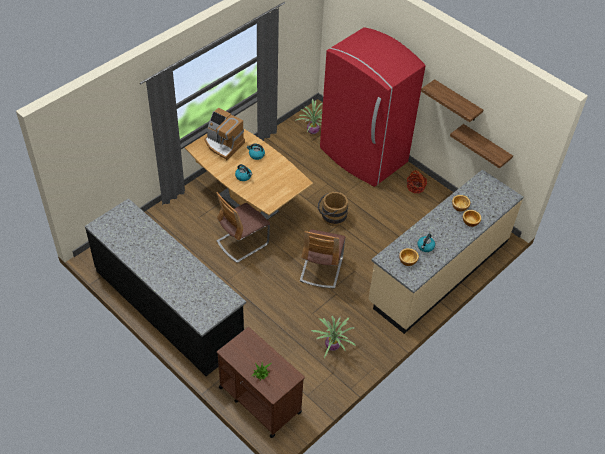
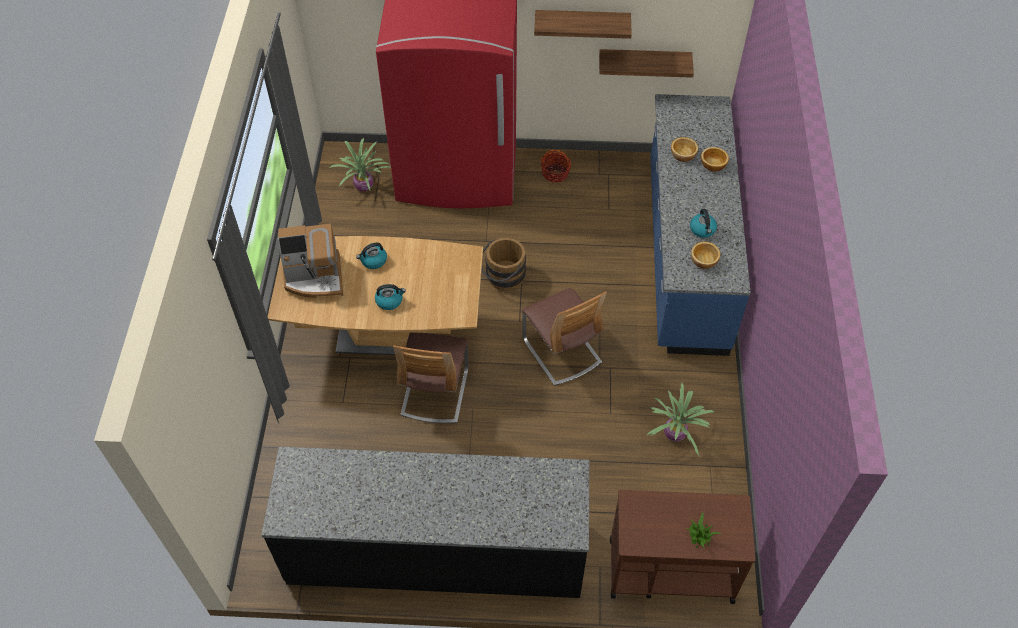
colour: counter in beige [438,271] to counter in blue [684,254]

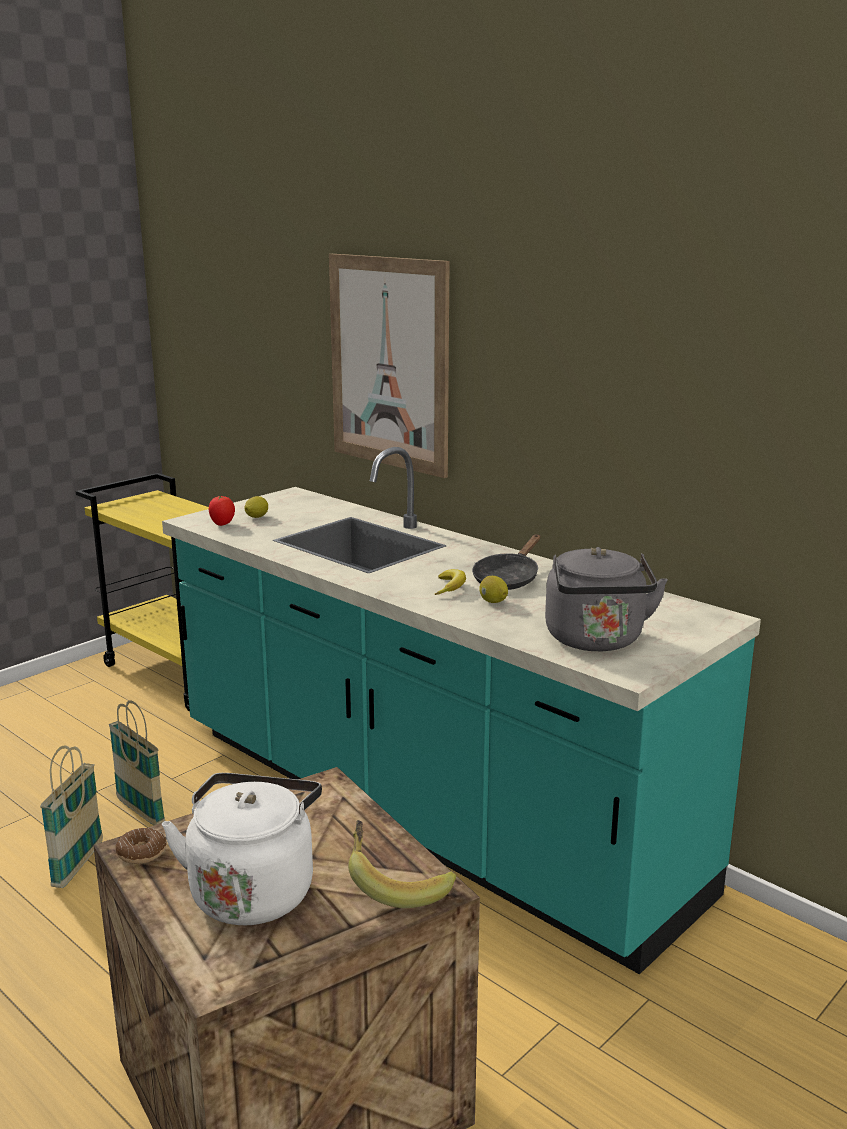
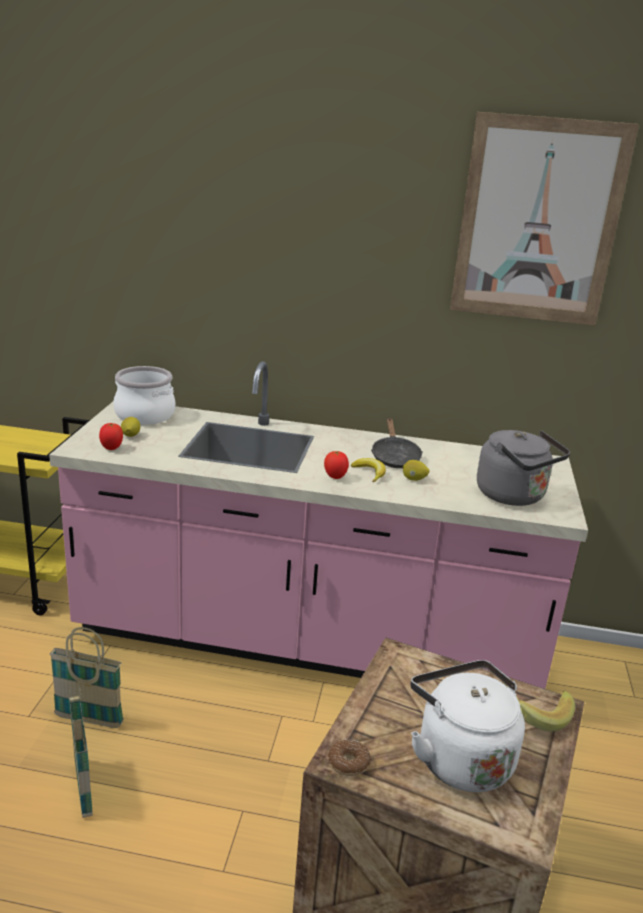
appeared: cooking pot [145,415]; tomato [335,477]
relocated: picture [389,363] to [538,222]
colour: counter in turquoise [423,812] to counter in pink [307,642]

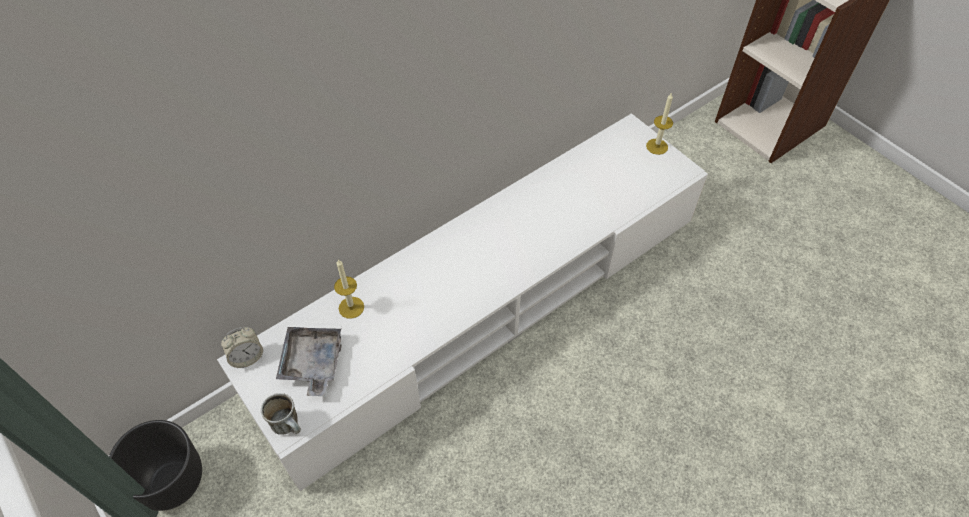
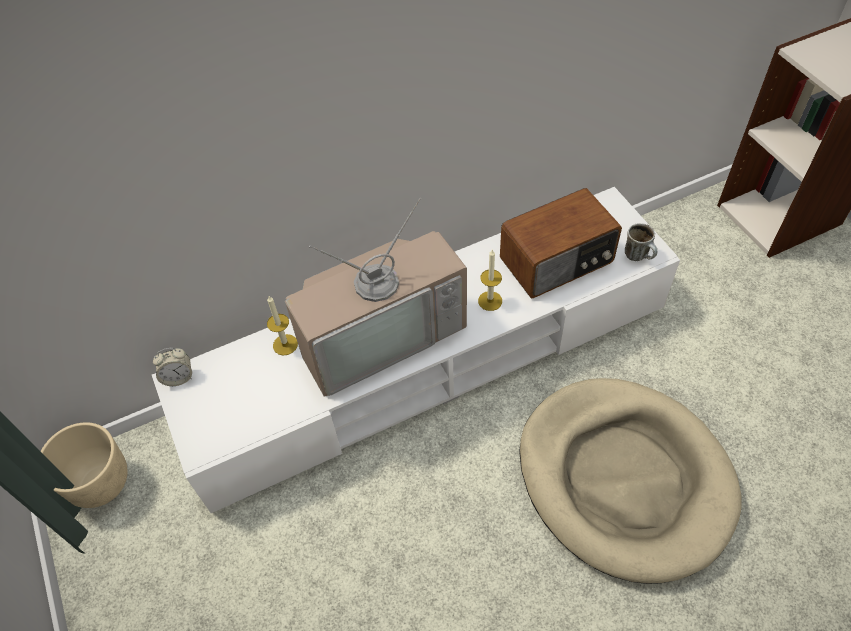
missing: tray in grey [312,363]
appeared: television [381,333]; radio [558,262]; dog bed in beige [624,478]
relocated: candle [657,146] to [490,301]; mug [290,426] to [639,256]
colour: planter in black [172,481] to planter in beige [100,483]

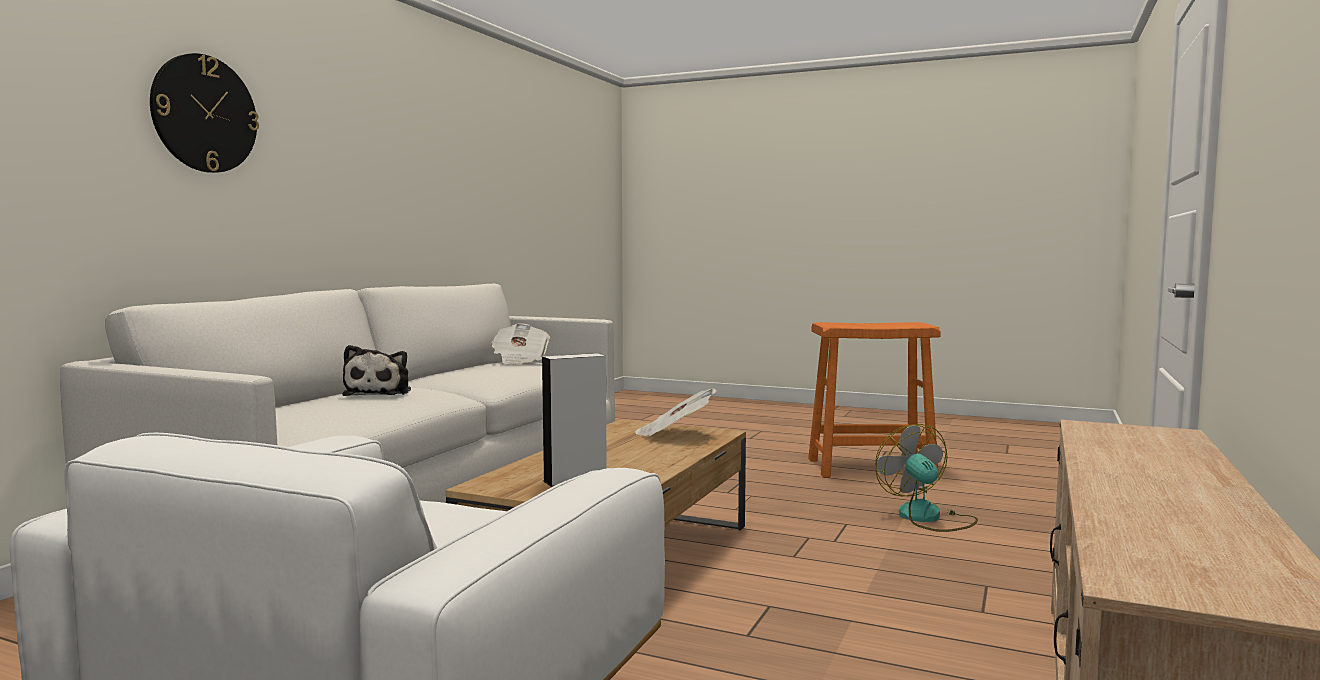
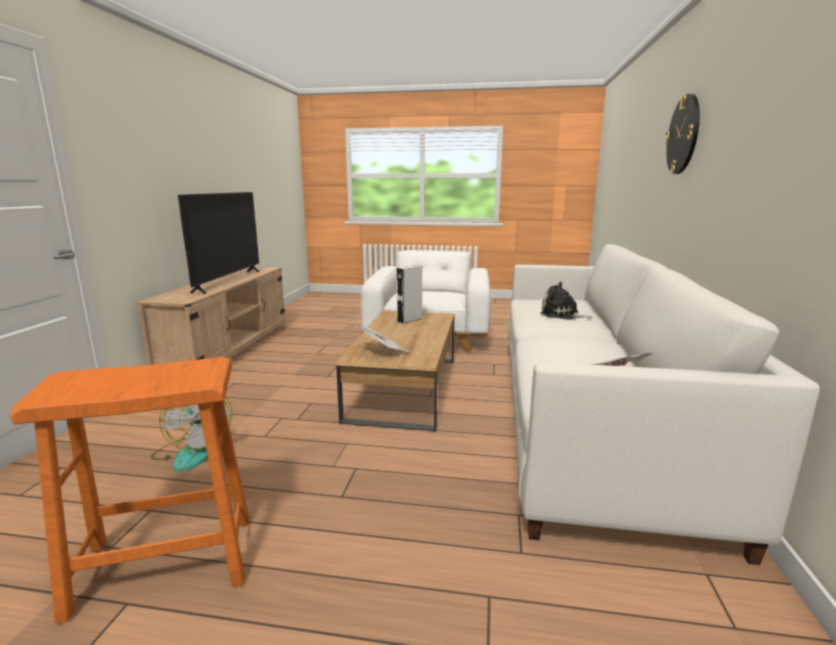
appeared: television [228,281]
spun: plush toy [380,393] = [562,314] 45 degrees counterclockwise

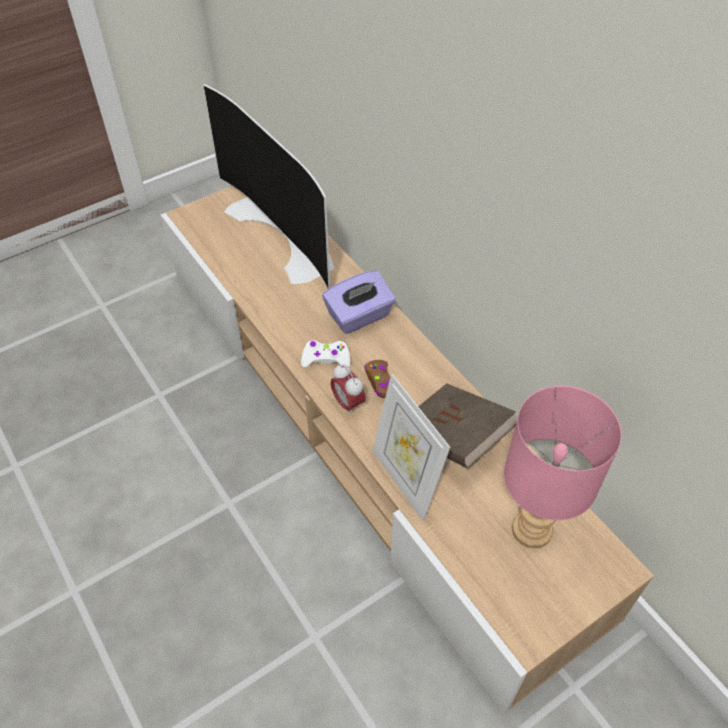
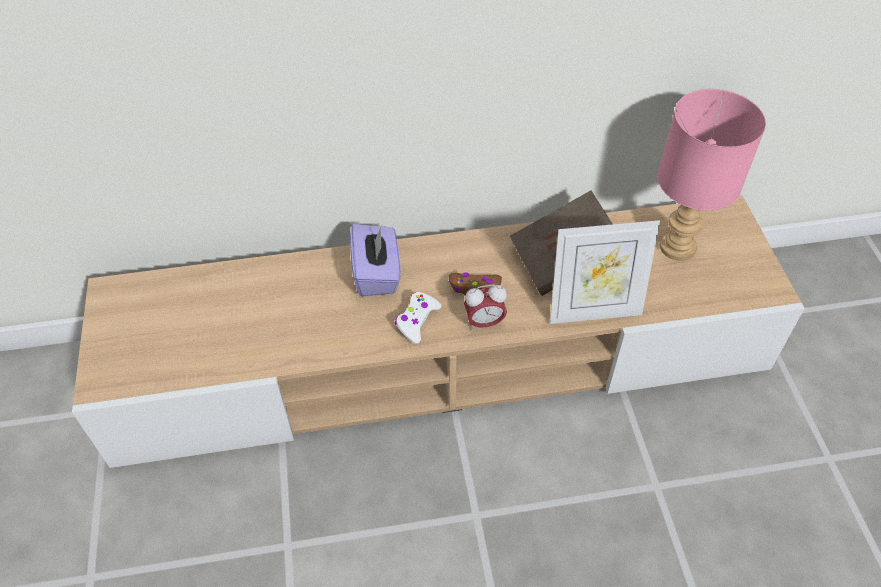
missing: television [284,234]

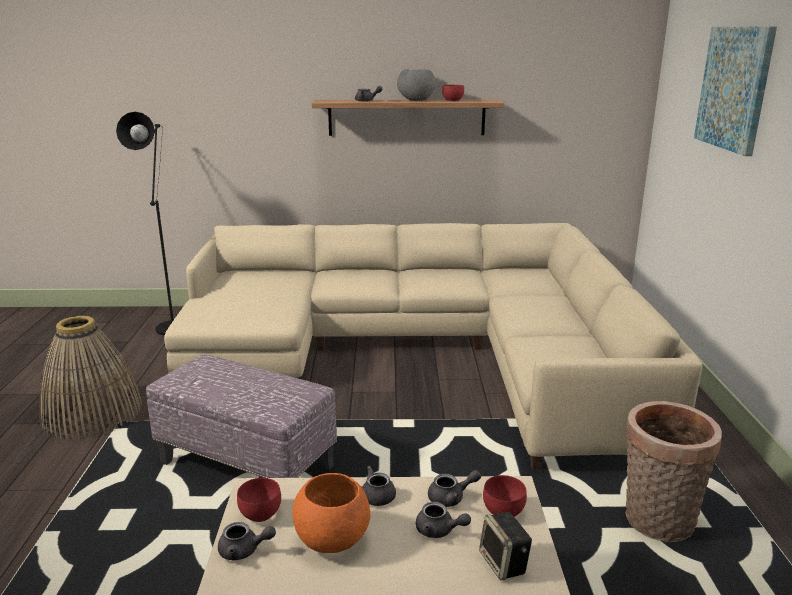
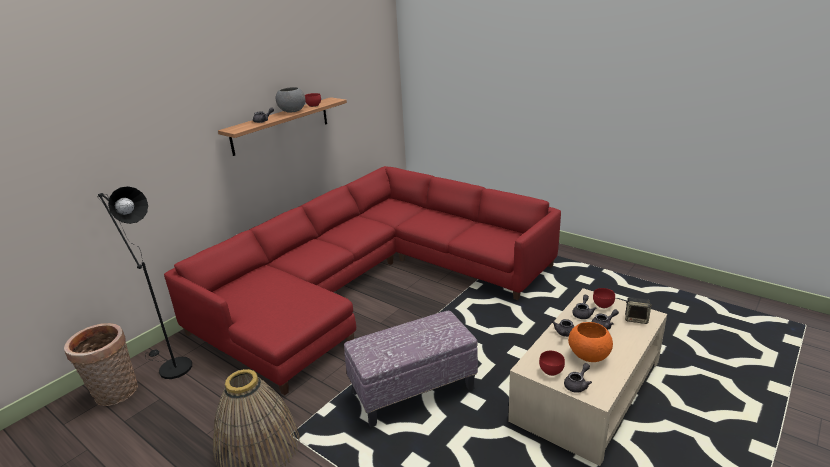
missing: picture [734,88]
relocated: basket [657,523] to [115,394]
colour: sofa in beige [424,352] to sofa in red [371,281]

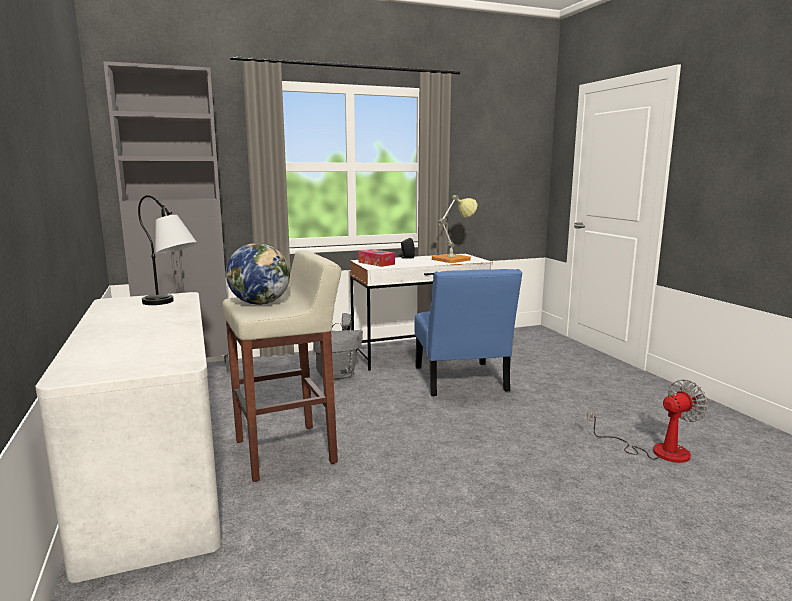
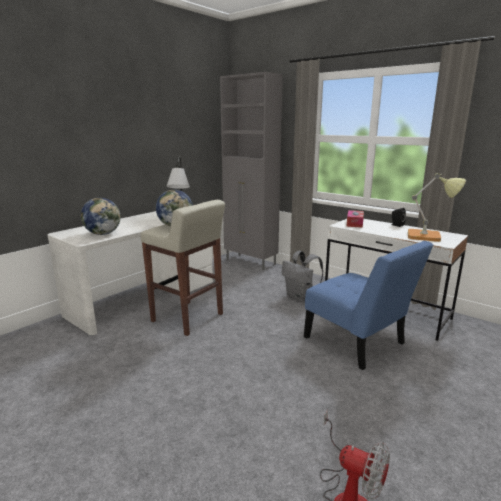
appeared: globe [103,234]
spun: chair in blue [461,381] = [358,343] 90 degrees counterclockwise

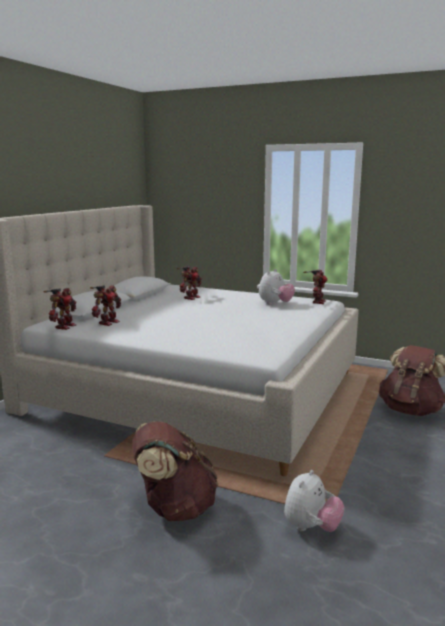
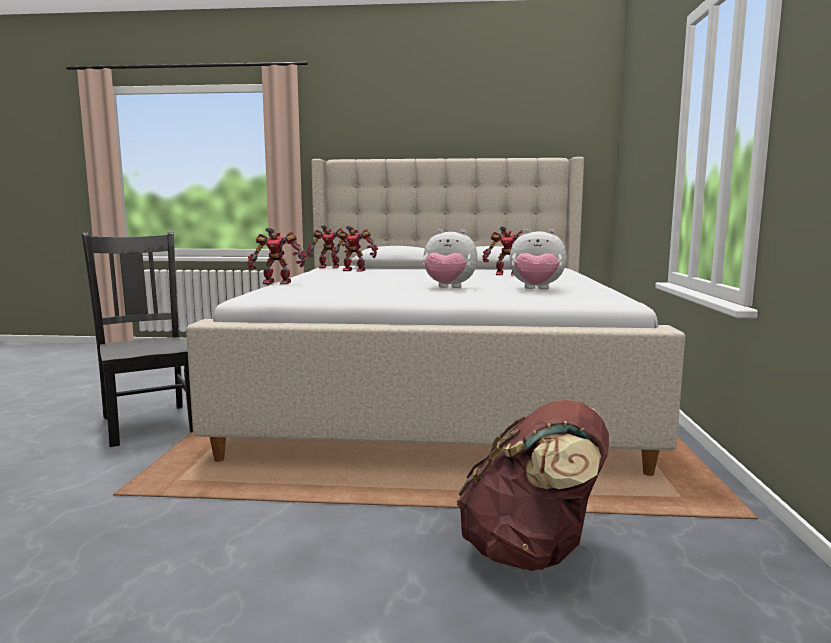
relocated: toy robot [317,302] to [277,283]; plush toy [311,527] to [448,288]
exchanged: backpack in brown [174,508] to chair in black [149,423]

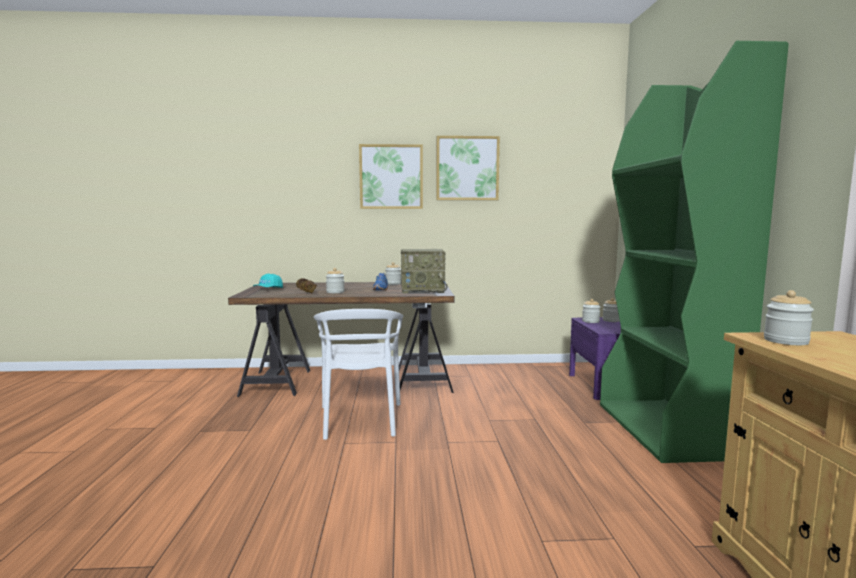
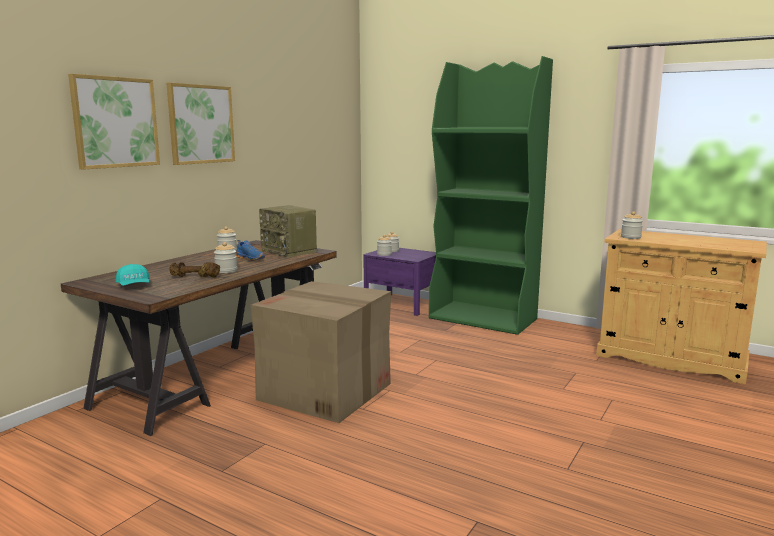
relocated: picture [467,168] to [115,122]
exchanged: chair in white [360,420] to cardboard box [326,392]
spun: radio [423,290] = [290,251] 105 degrees clockwise

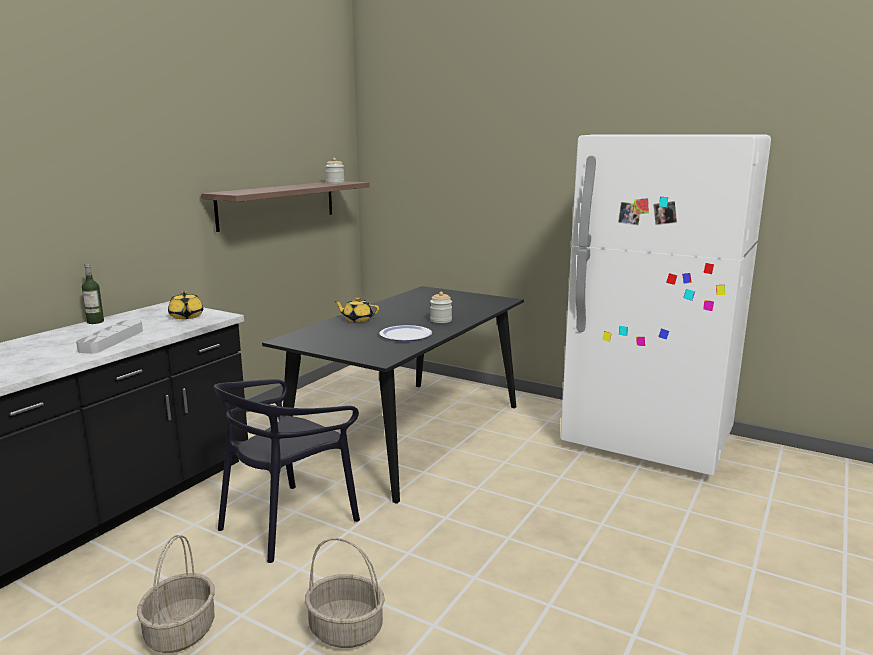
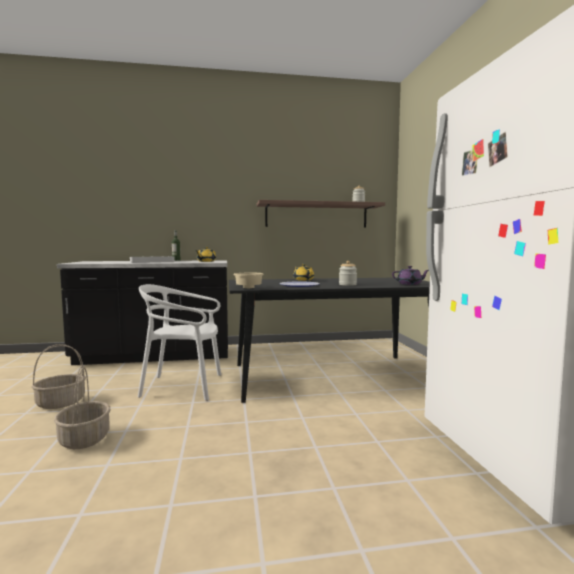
appeared: bowl in beige [248,288]; teapot in purple [410,284]
colour: chair in black [288,522] to chair in white [183,386]

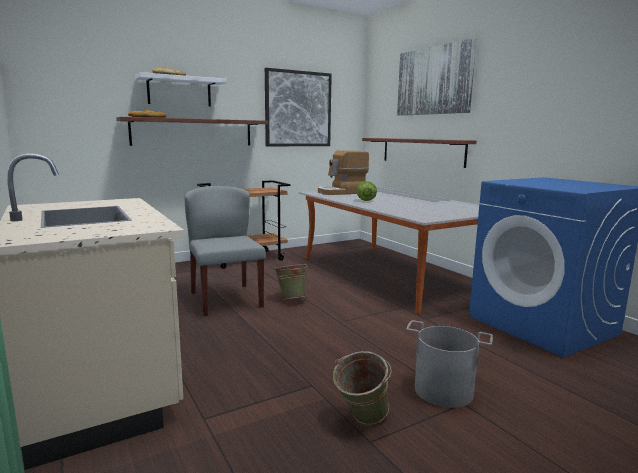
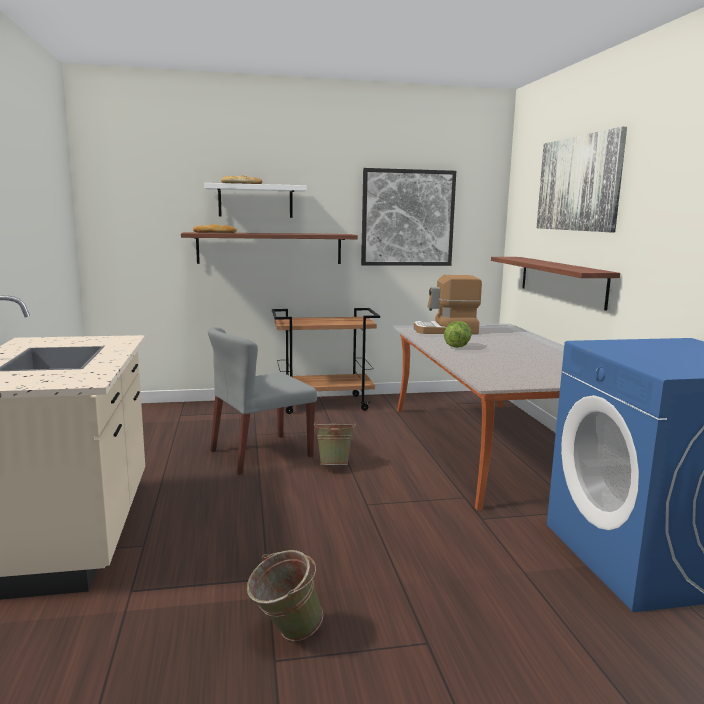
missing: bucket in grey [443,391]
spun: chair in grey [225,299] = [260,454] 120 degrees counterclockwise

